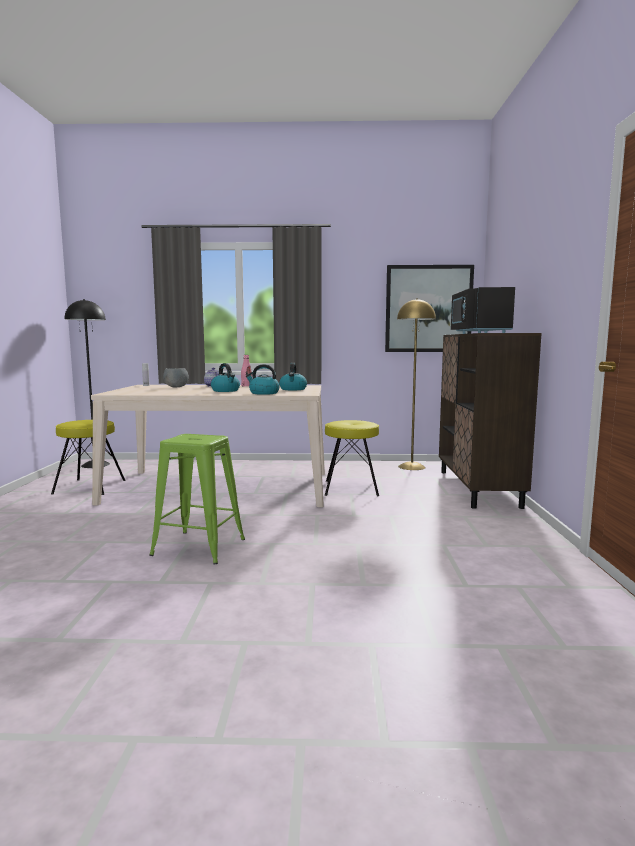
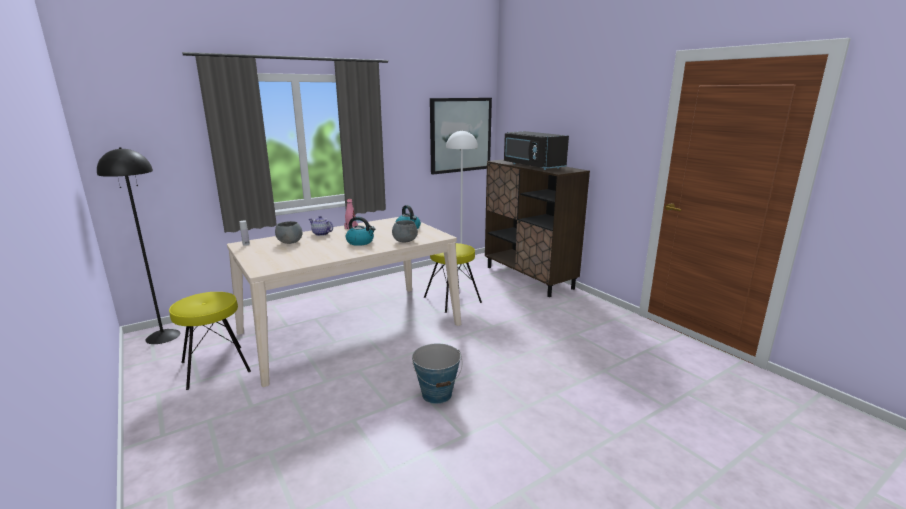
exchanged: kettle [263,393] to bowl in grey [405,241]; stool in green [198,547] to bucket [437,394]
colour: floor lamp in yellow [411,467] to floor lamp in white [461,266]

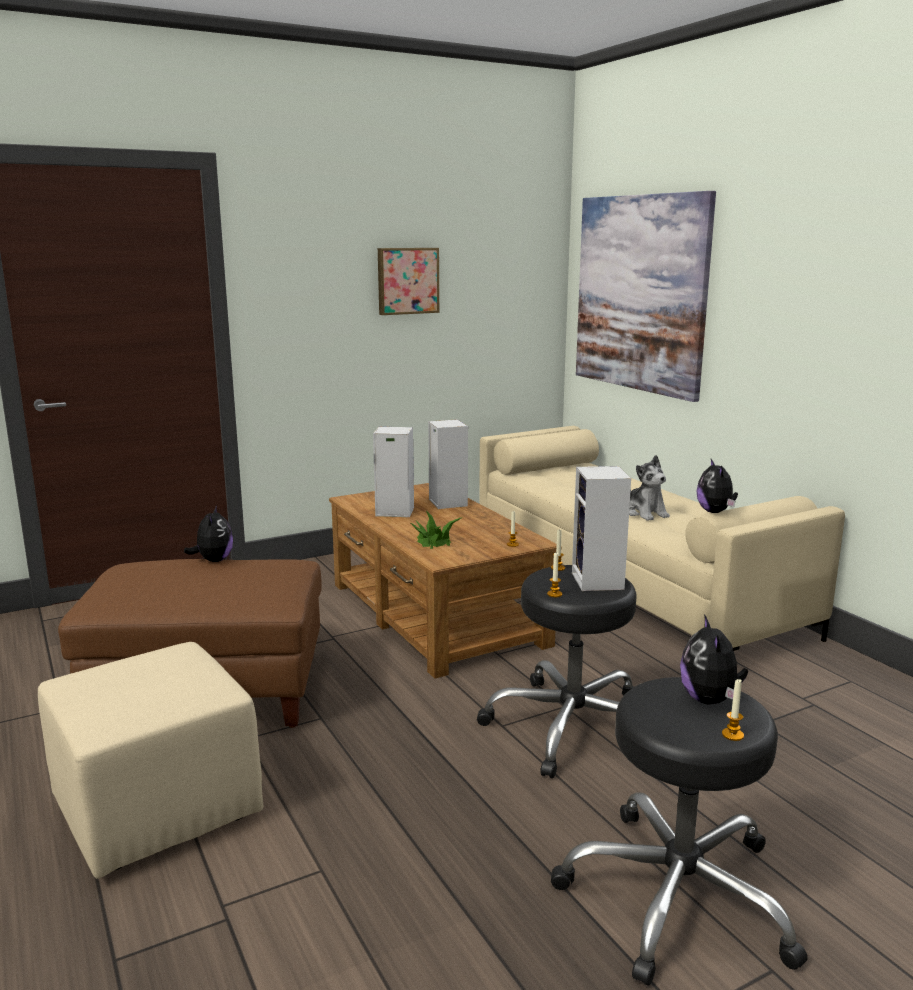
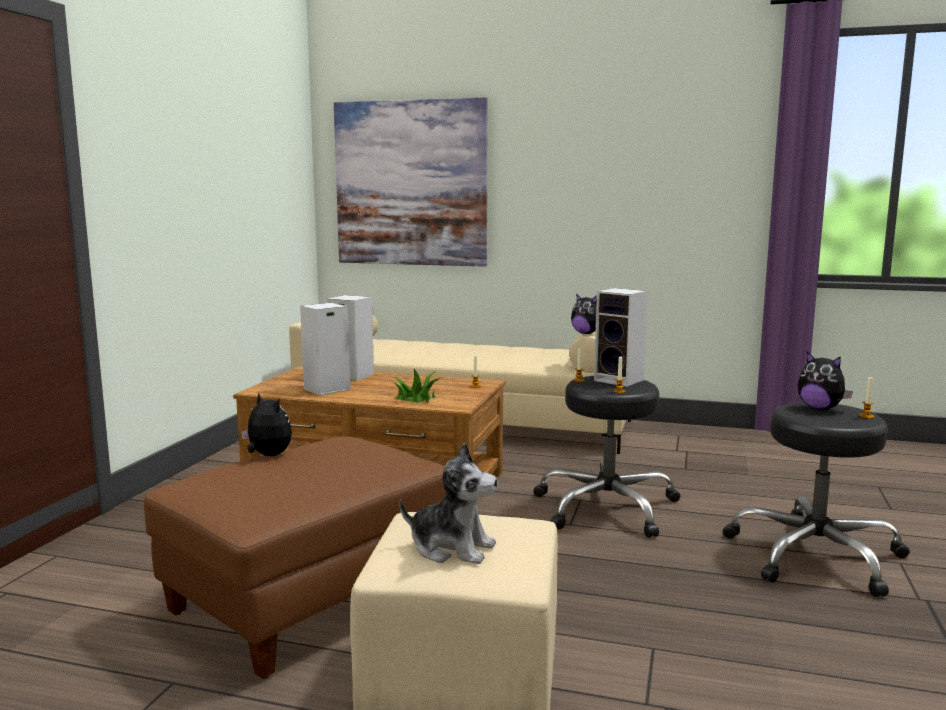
missing: picture [407,281]
relocated: plush toy [645,513] to [452,548]

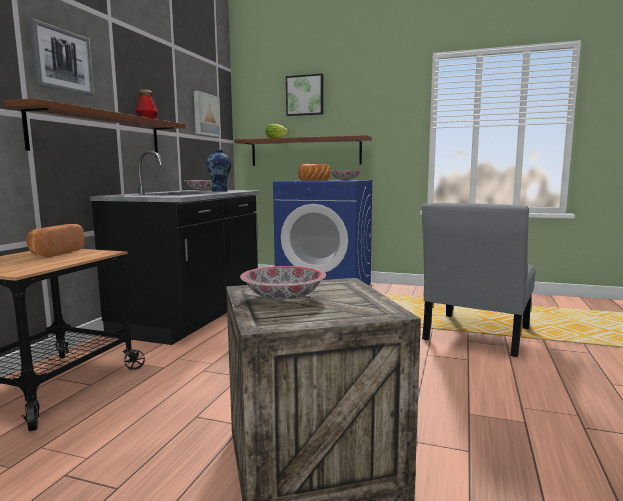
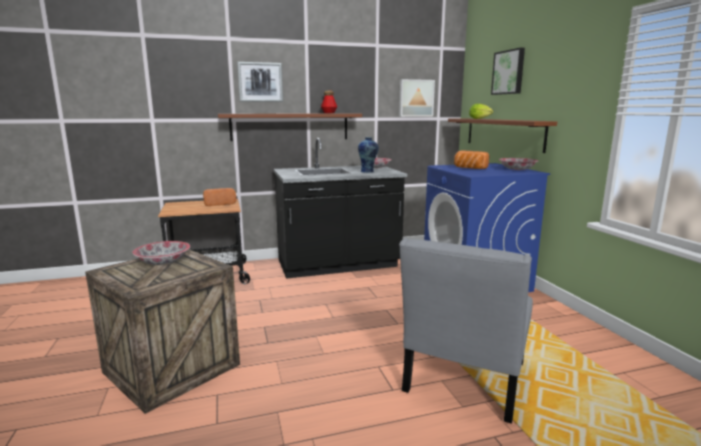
spun: chair in grey [475,336] = [463,381] 60 degrees counterclockwise

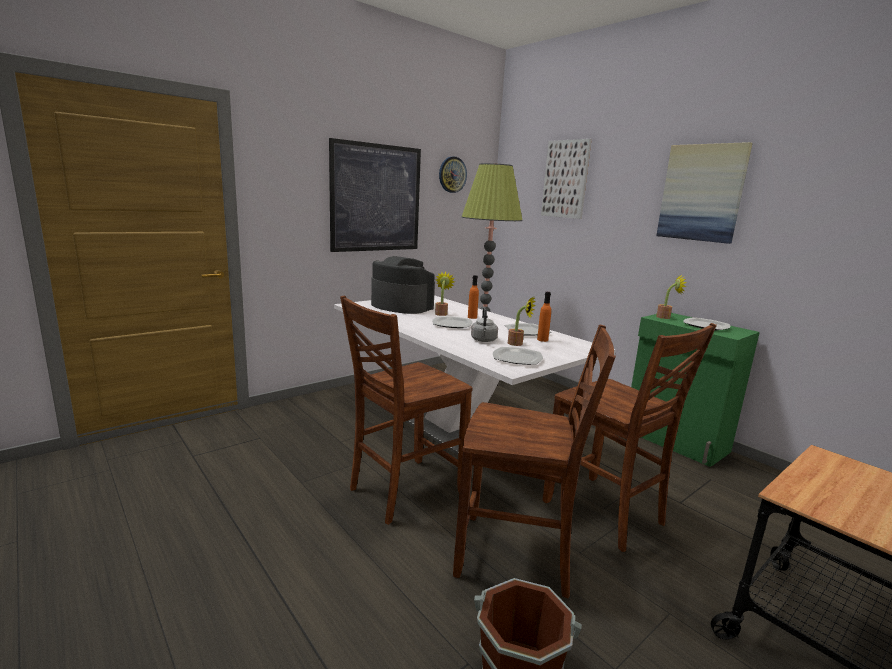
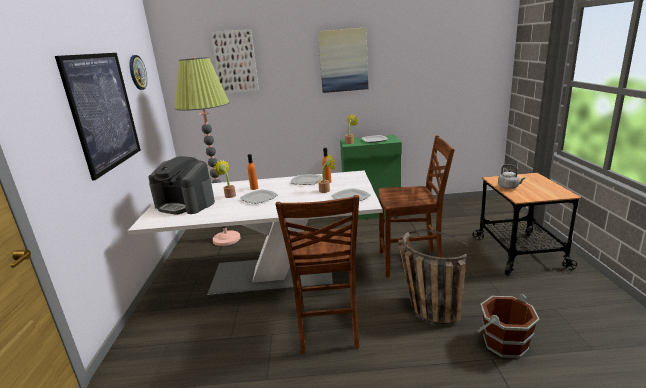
relocated: kettle in grey [483,340] to [509,187]
exchanged: chair in brown [517,556] to basket [425,307]
spun: coffee machine [401,306] = [185,204] 135 degrees counterclockwise

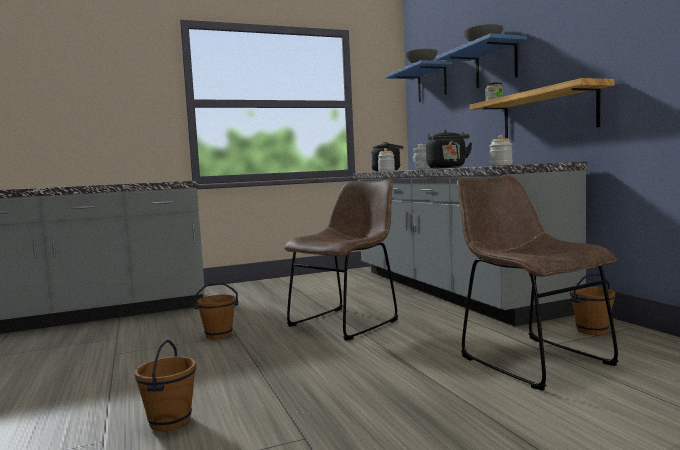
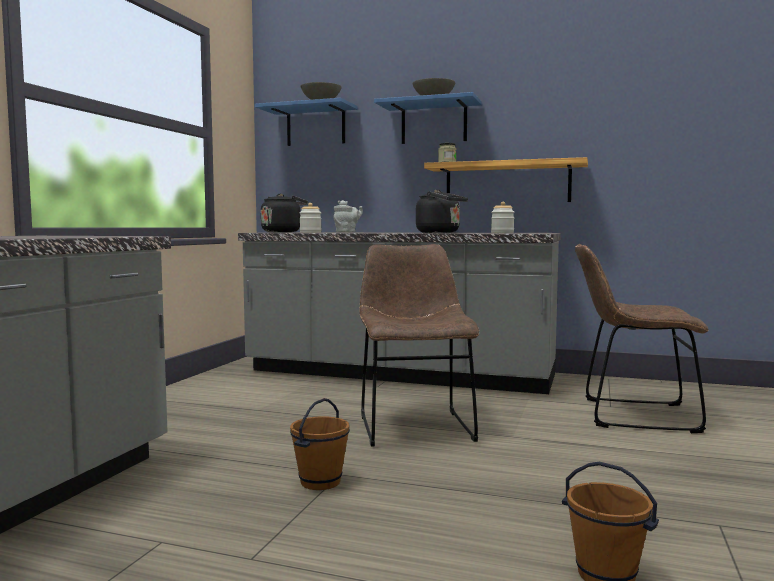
missing: bucket in brown [591,331]

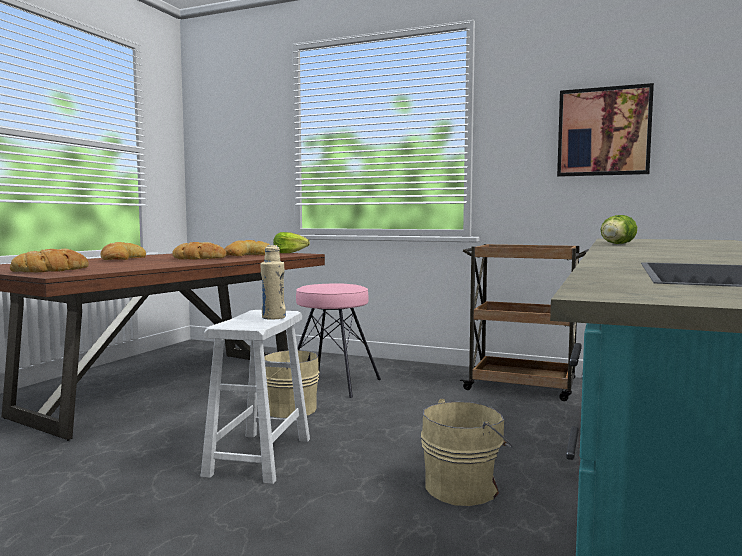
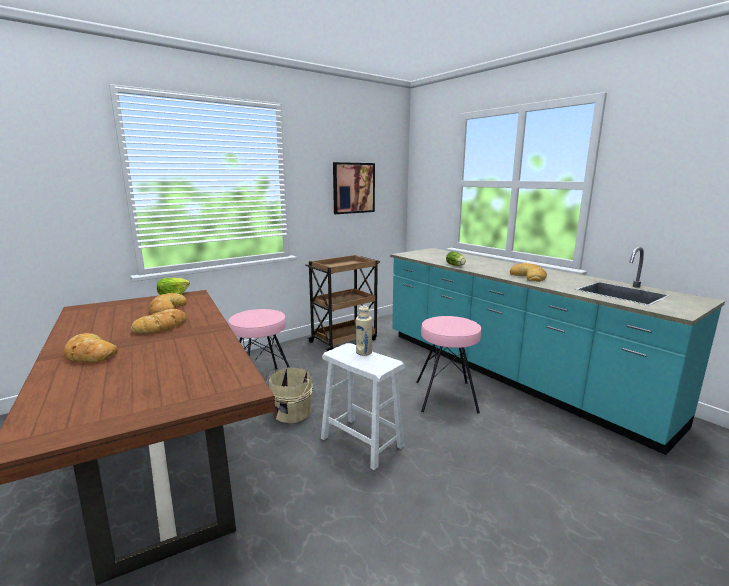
relocated: bread [52,270] to [528,277]
exchanged: bucket in beige [464,487] to stool in pink [446,396]

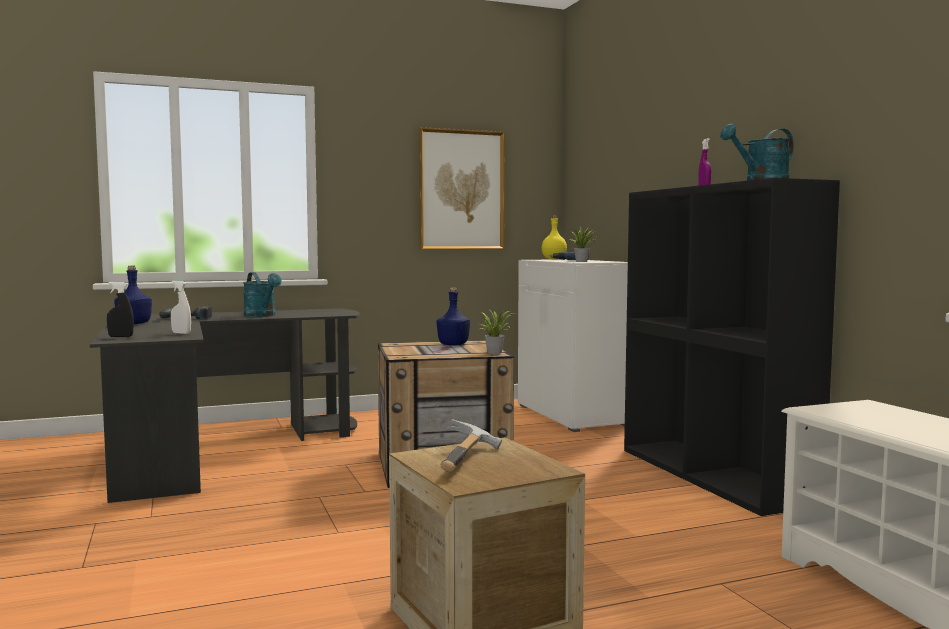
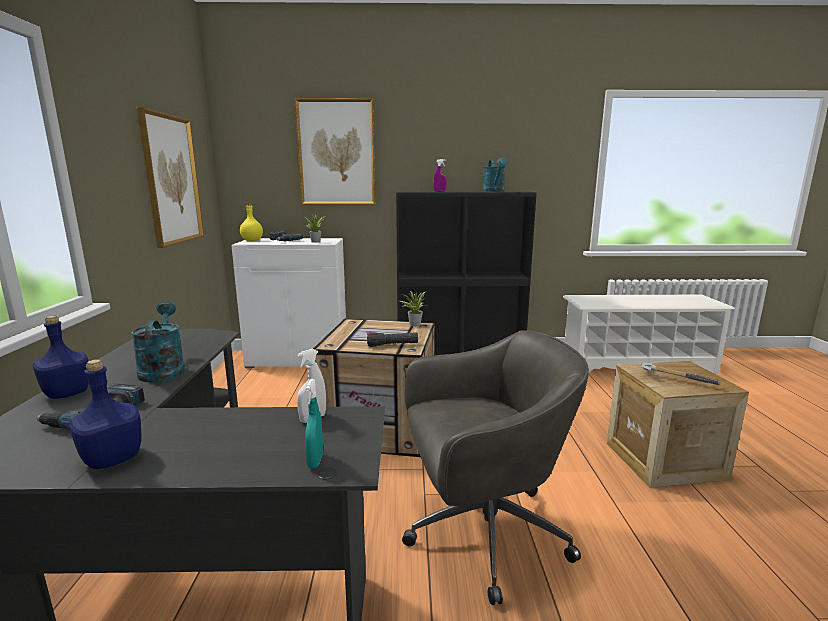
appeared: picture [336,153]; flashlight in black [392,345]; office chair in grey [482,533]
relocated: bottle in blue [452,344] to [66,393]
colour: spray bottle in black [121,336] to spray bottle in turquoise [315,461]
spun: watering can in turquoise [262,316] = [163,369] 90 degrees counterclockwise

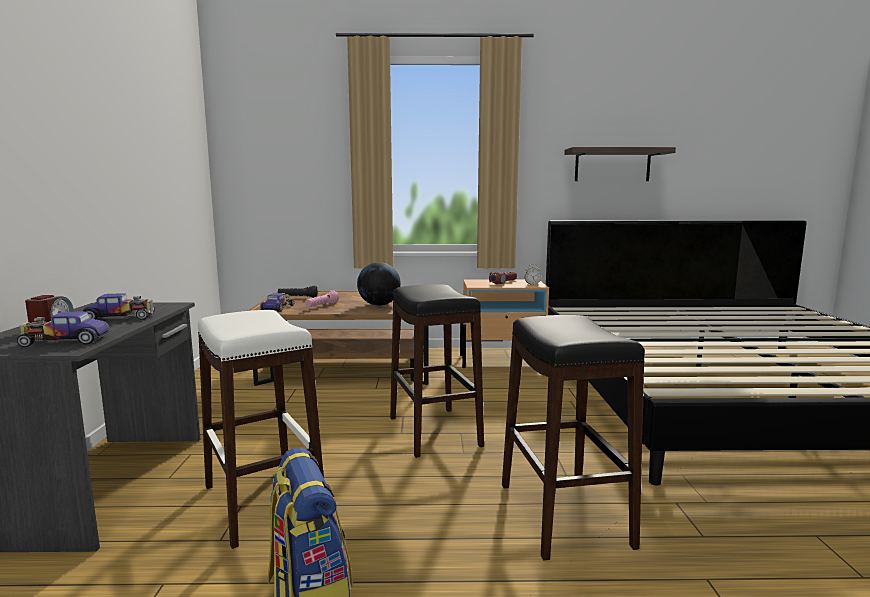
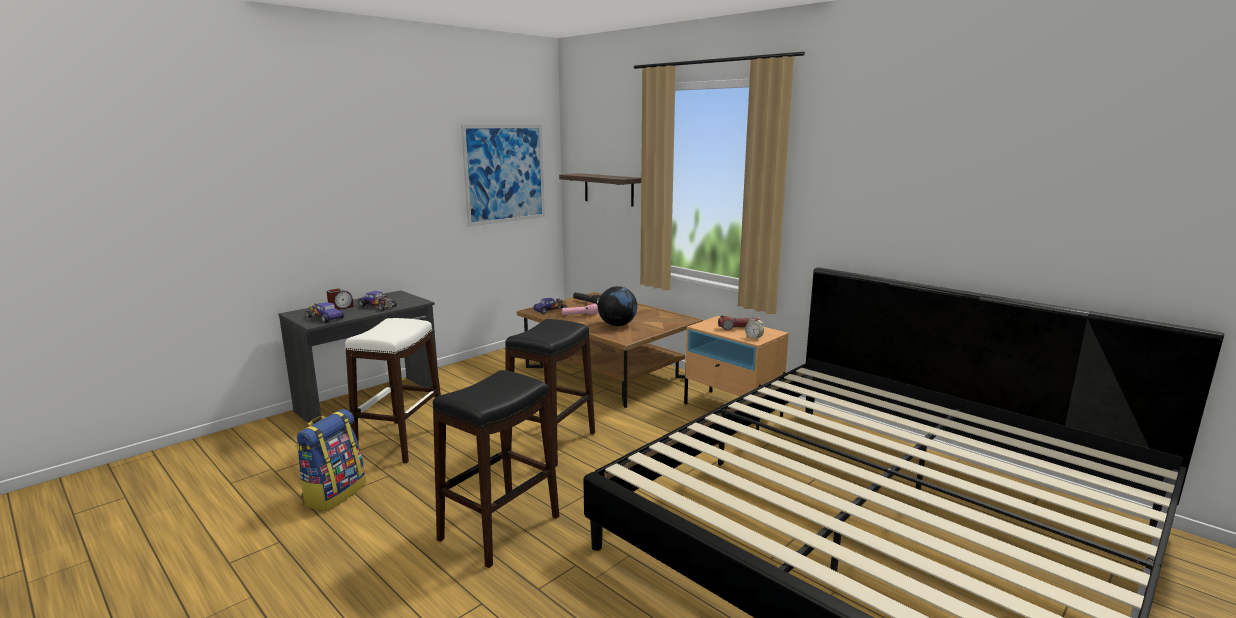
appeared: picture [505,173]
relocated: shelf [612,165] to [608,189]

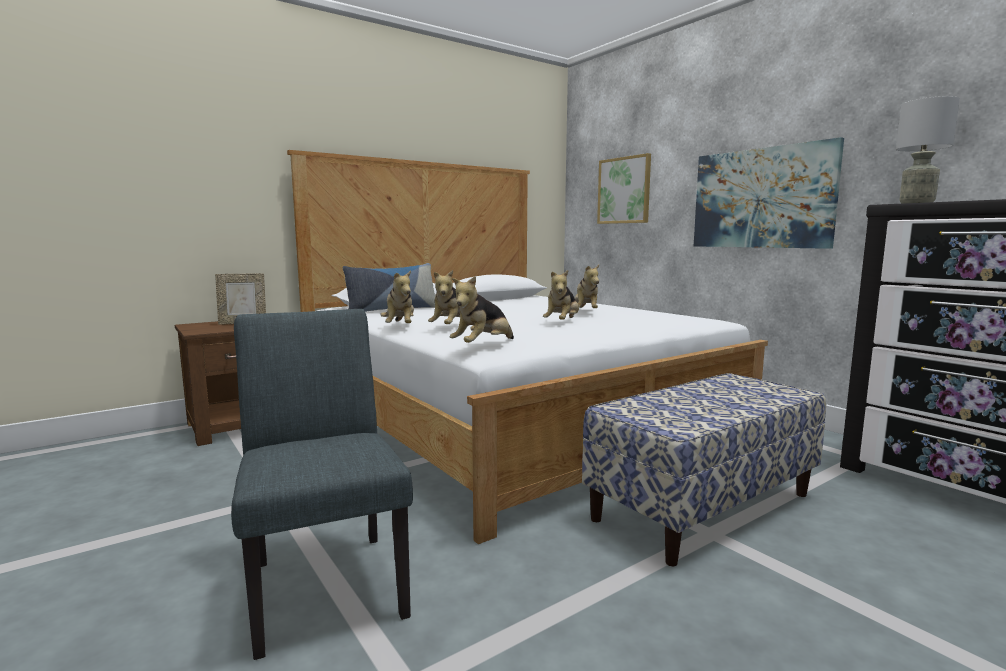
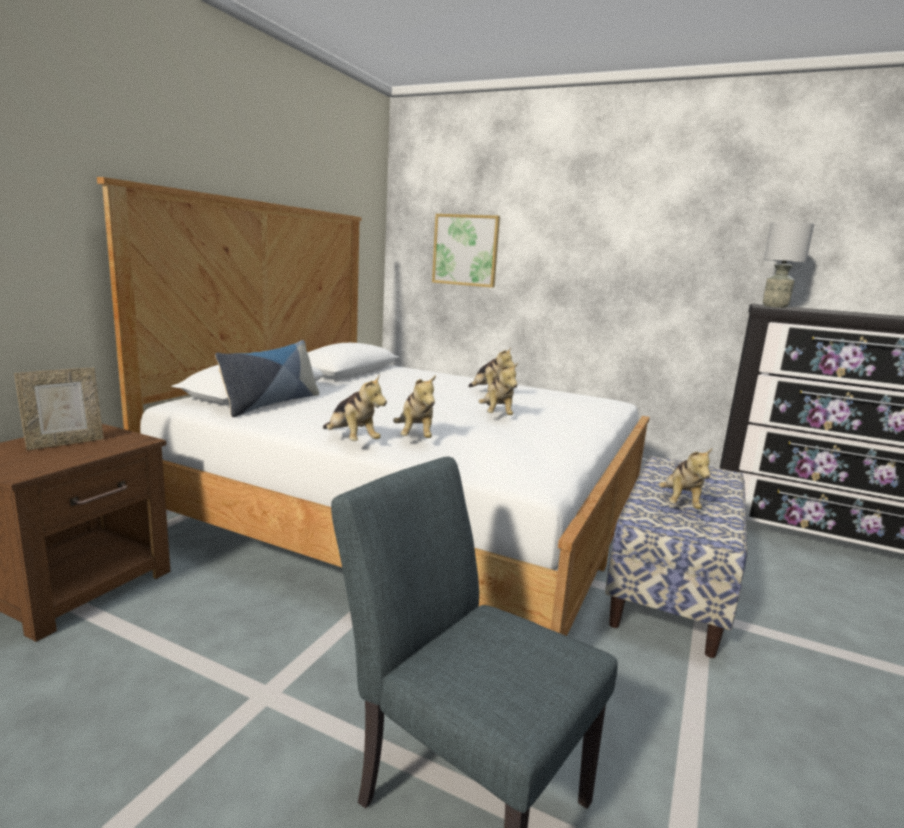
missing: picture [761,198]
relocated: plush toy [483,346] to [680,503]

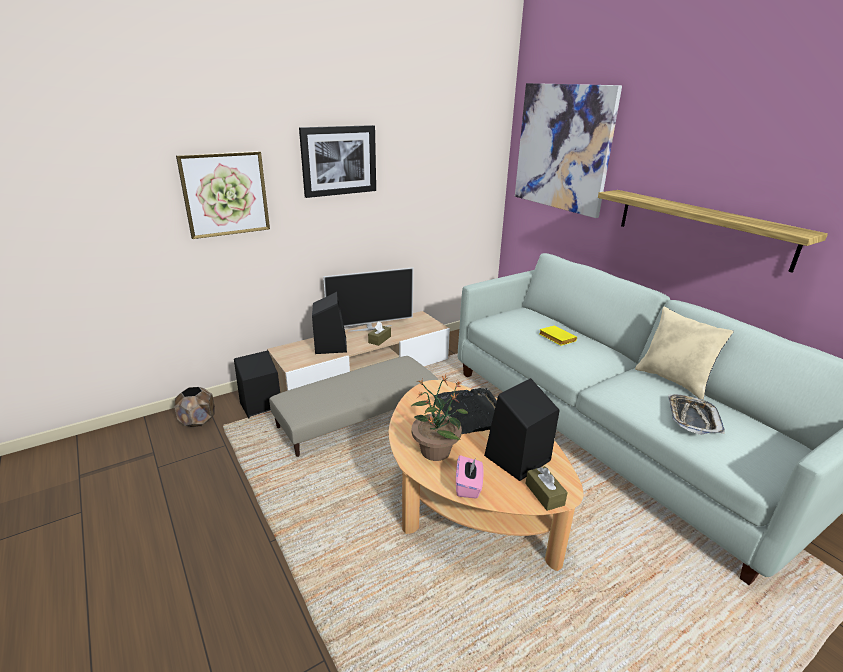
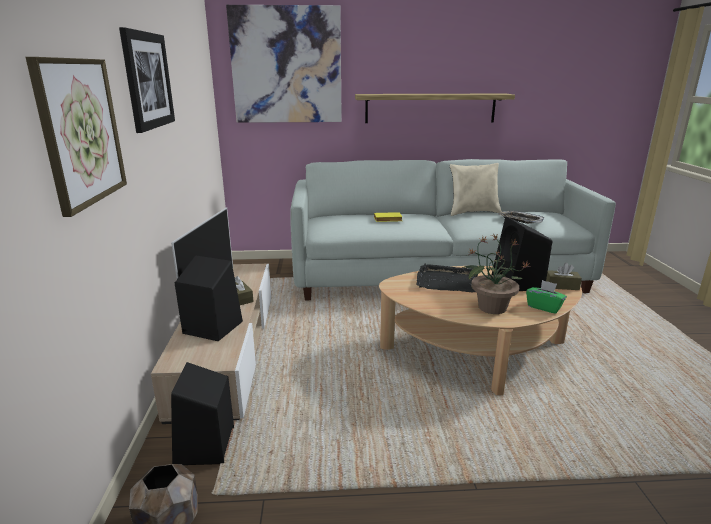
missing: ottoman in beige [357,416]
colour: tissue box in pink [468,486] to tissue box in green [544,307]

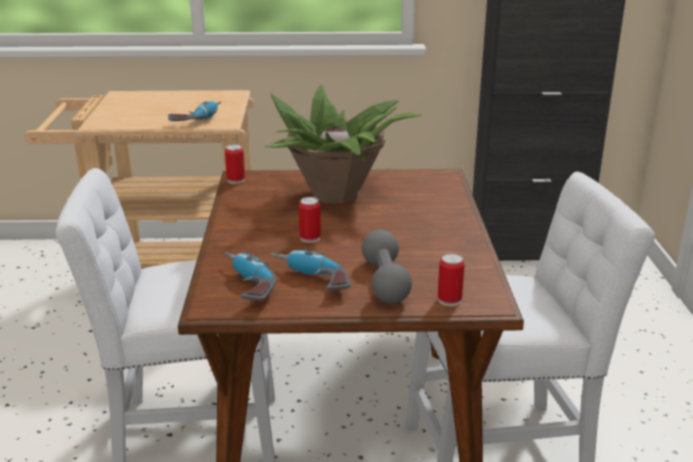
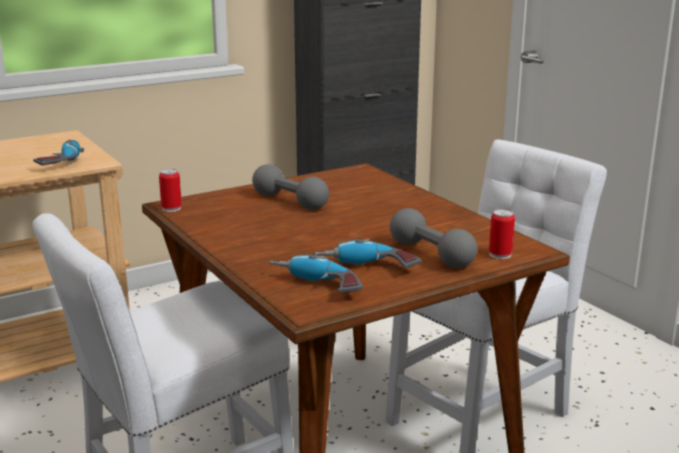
missing: can [310,238]
exchanged: potted plant [336,195] to dumbbell in grey [290,201]

